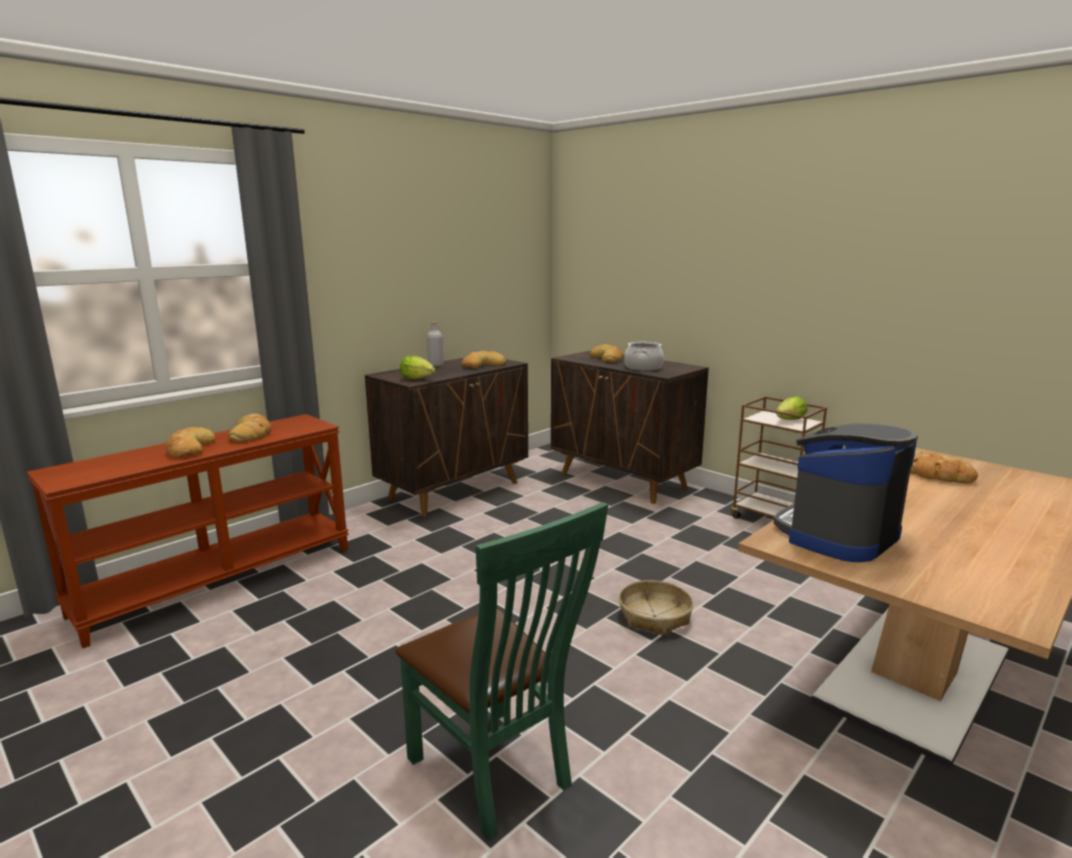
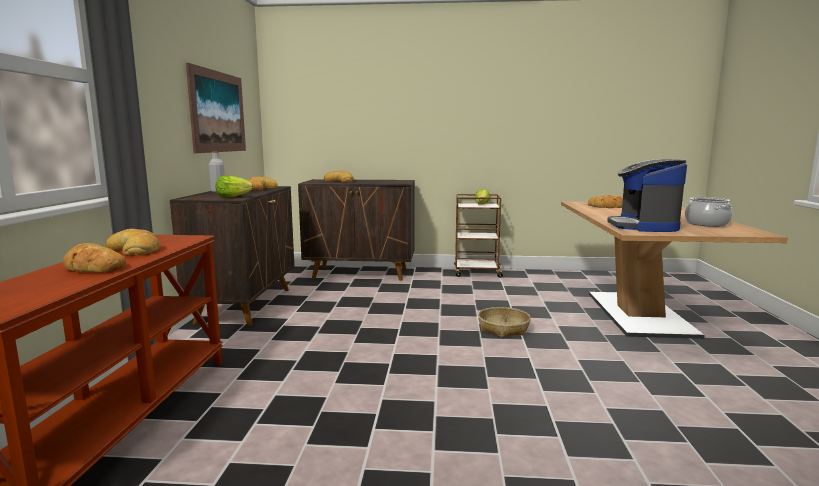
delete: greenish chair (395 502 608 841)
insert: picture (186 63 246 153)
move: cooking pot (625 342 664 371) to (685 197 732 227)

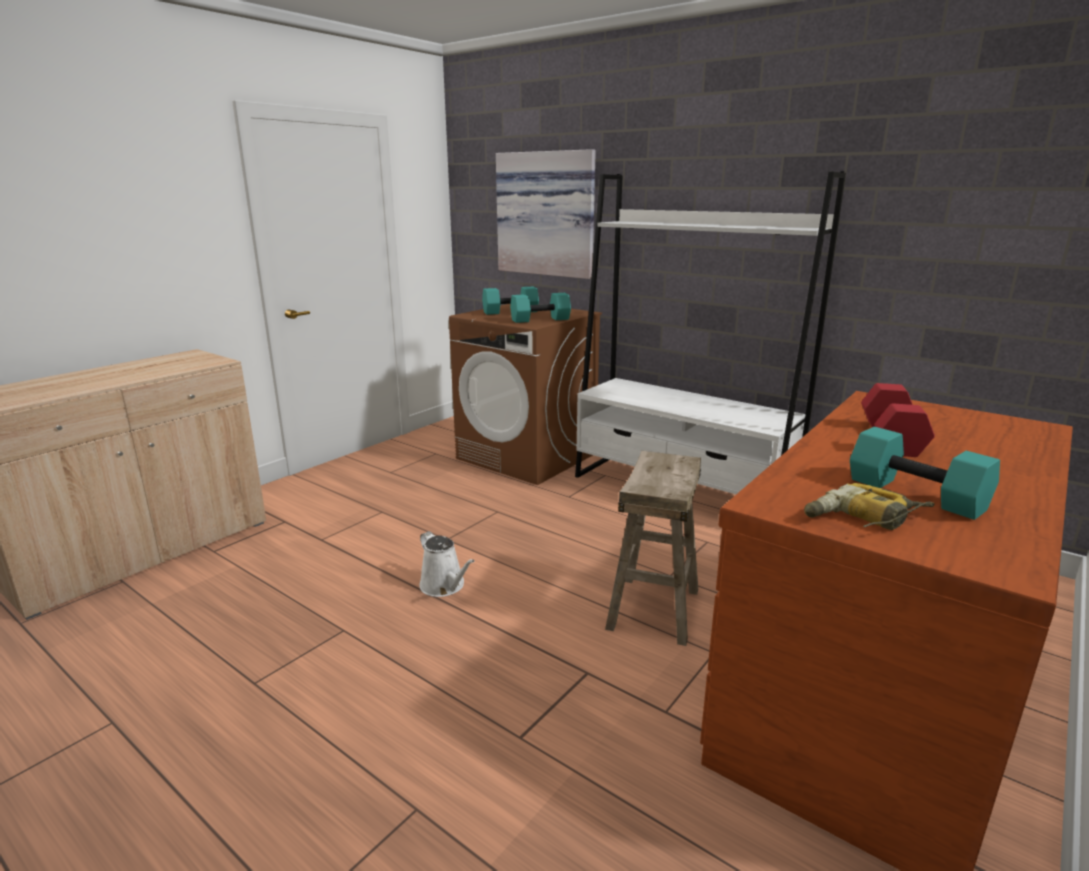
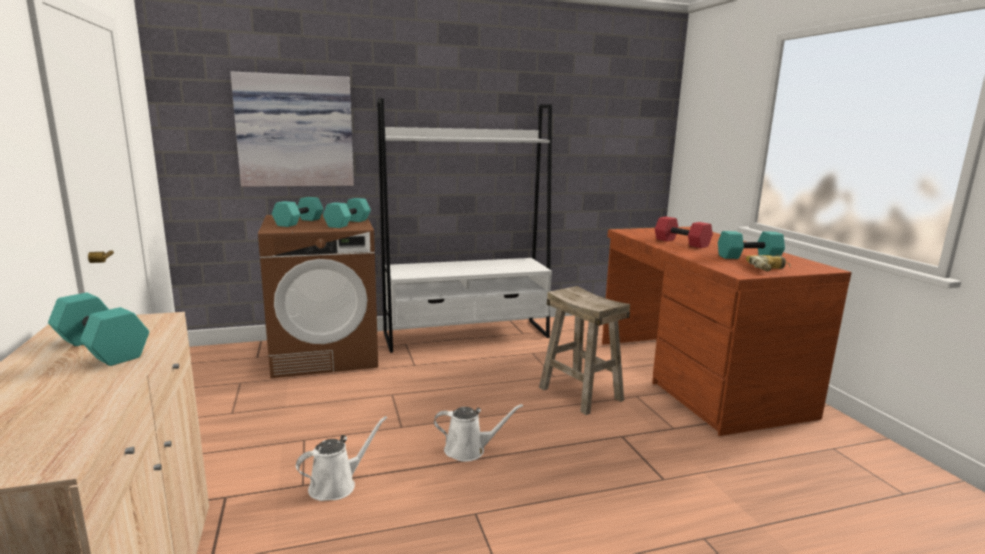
insert: blue-green hand weight (48 292 149 366); white-coloured sprinkling can (296 416 387 501)

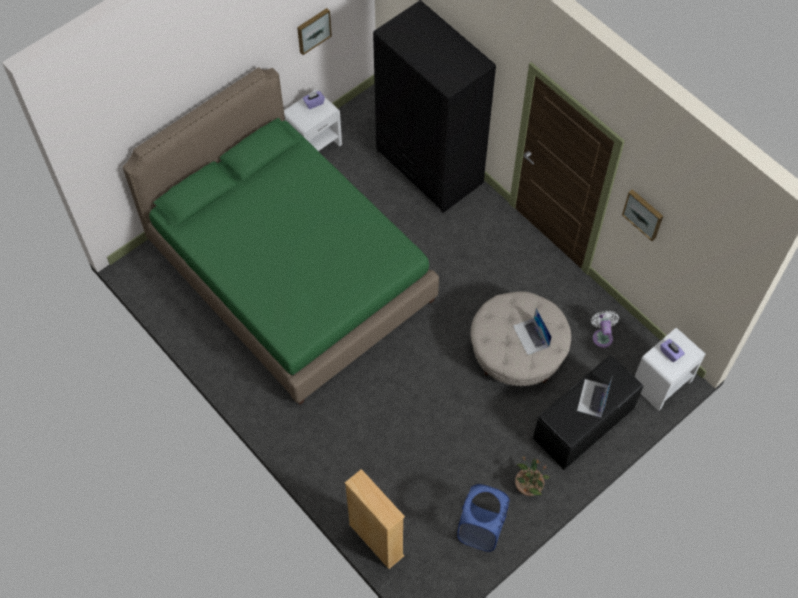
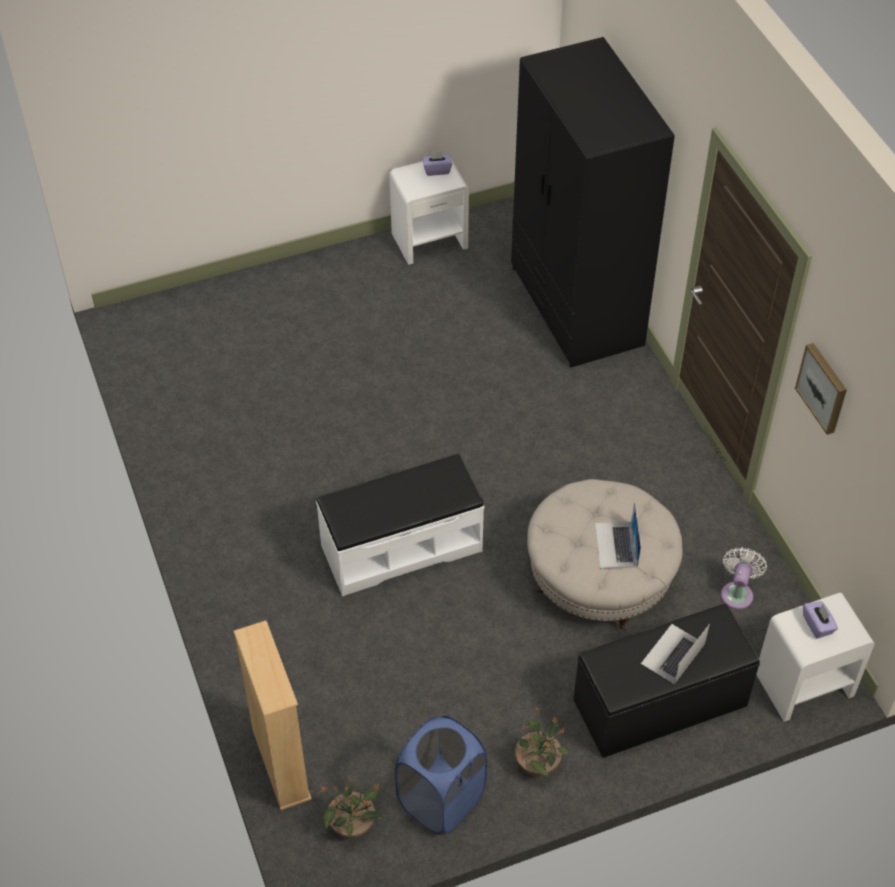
delete: greenish sleeping bed (122 67 439 405); picture (297 8 332 55)
insert: white-coloured bench (316 454 484 596); potted plant (319 777 386 839)

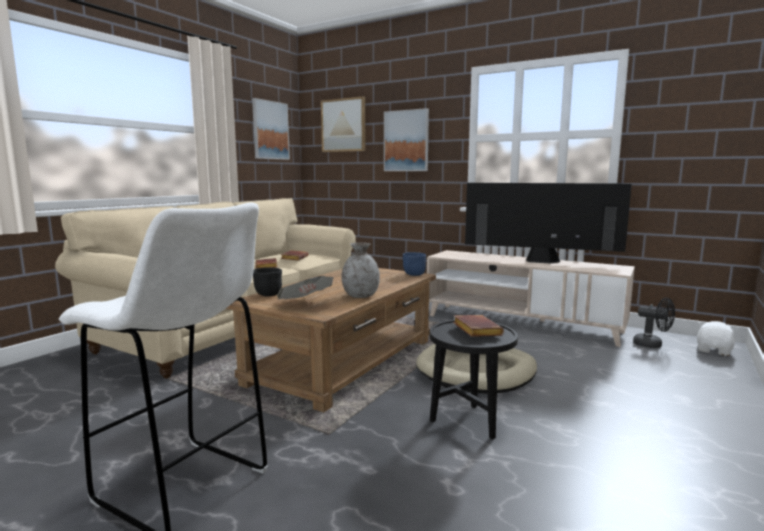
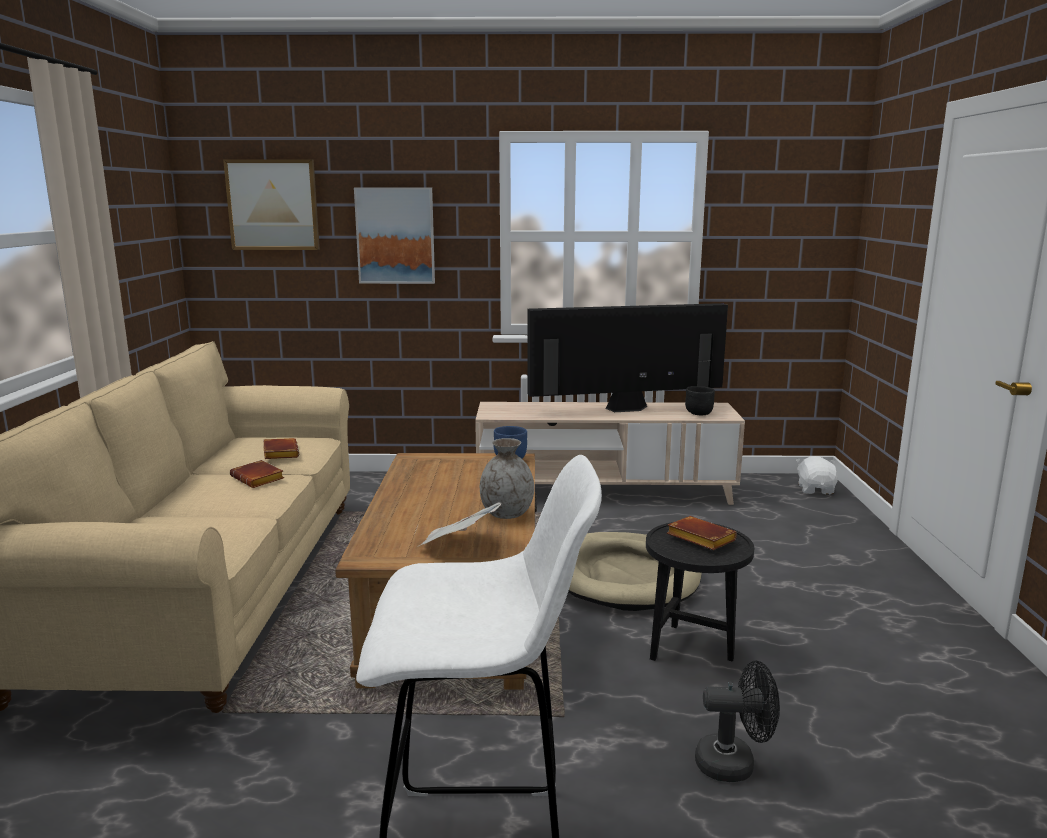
delete: picture (252 98 290 160)
move: black-coloured bowl (253 267 282 296) to (685 386 715 415); black-coloured electric fan (633 298 675 348) to (695 661 780 782)

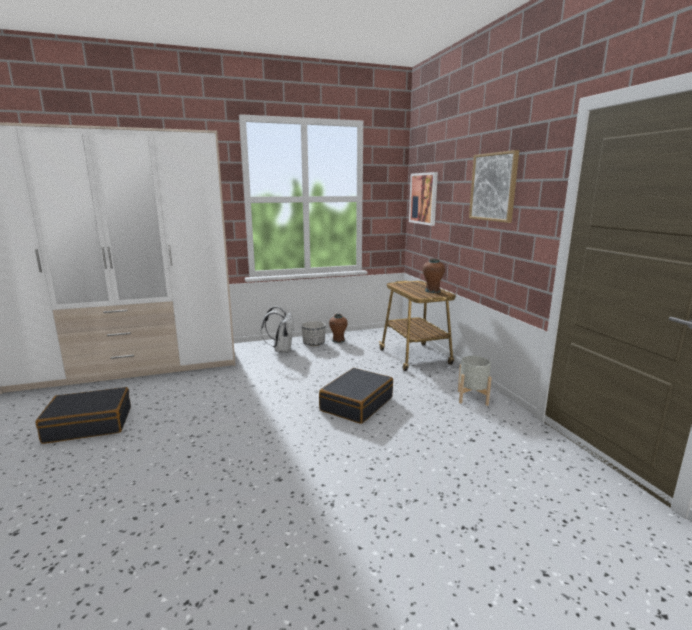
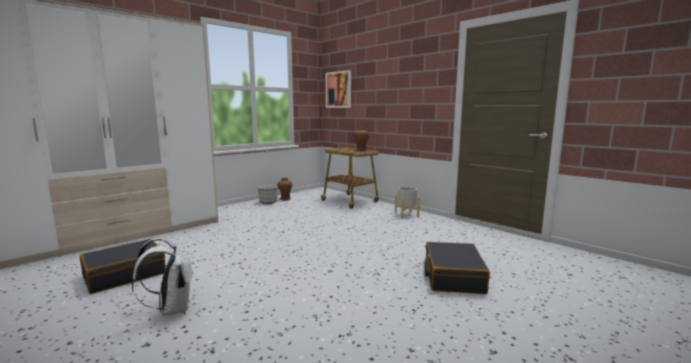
delete: picture (469 150 519 223)
move: white-coloured rucksack (261 306 295 353) to (132 238 193 316); black-coloured suitcase (319 368 393 424) to (424 242 490 294)

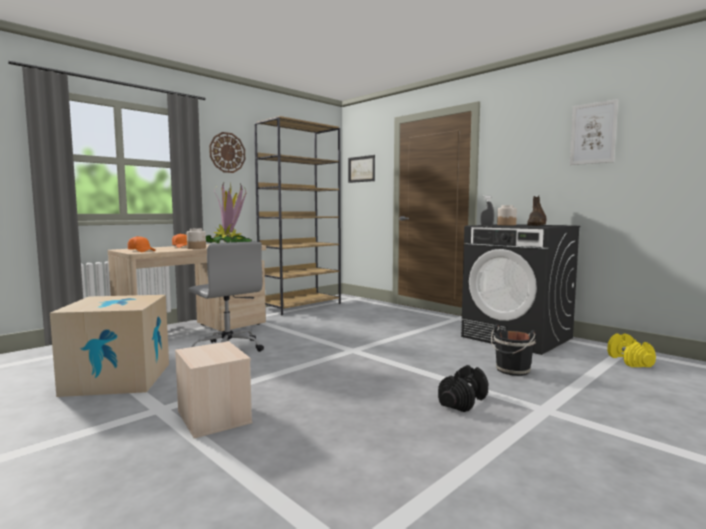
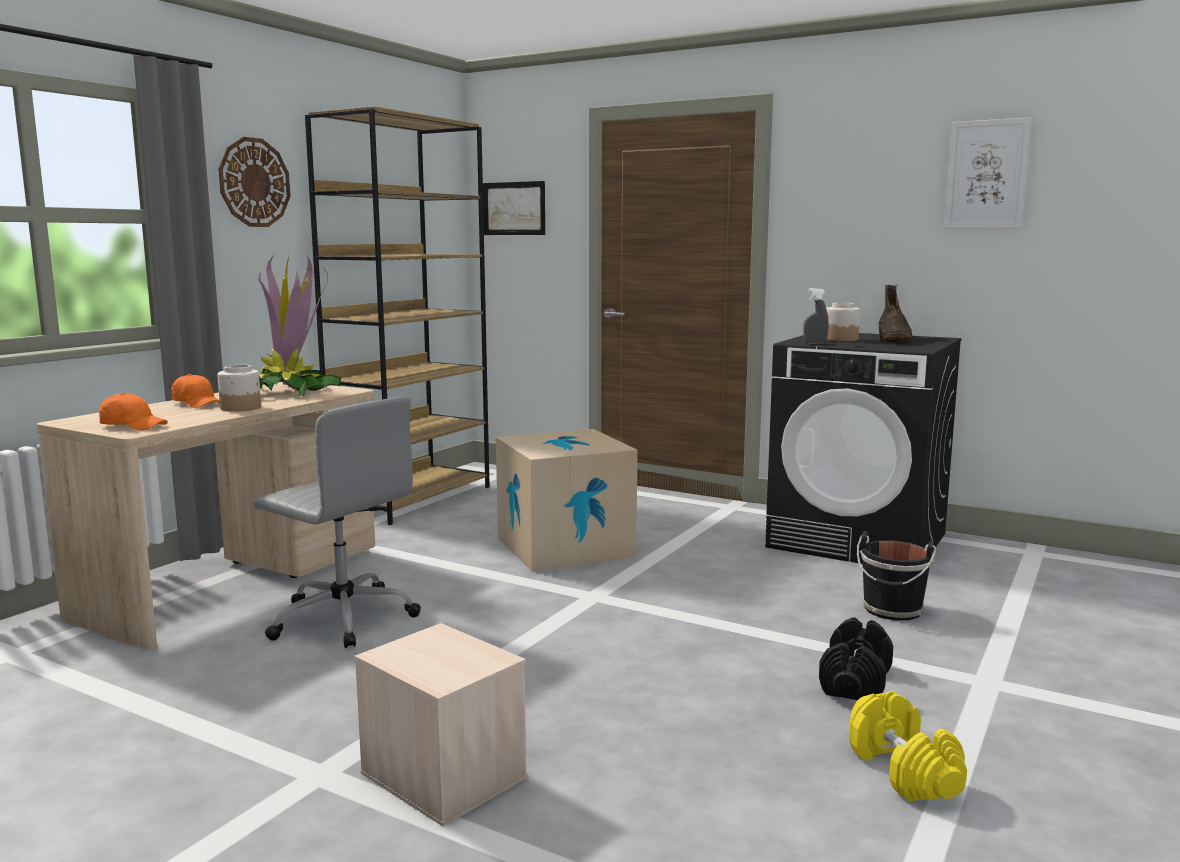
move: carton (50 295 169 397) to (496 429 637 572); yellow hand weight (607 333 656 367) to (849 691 967 802)

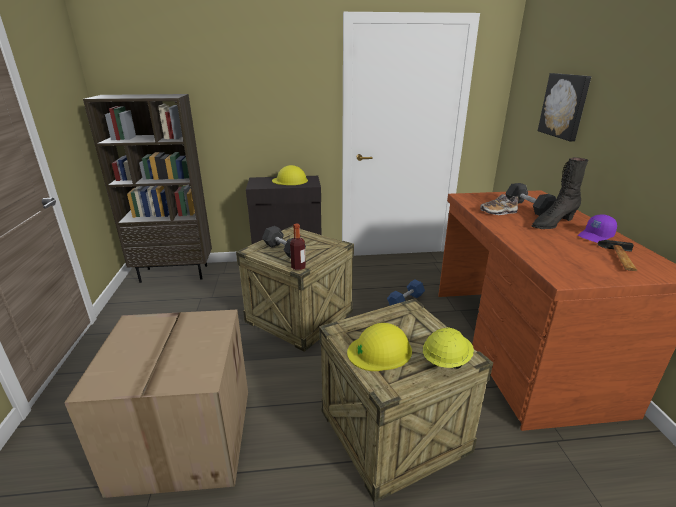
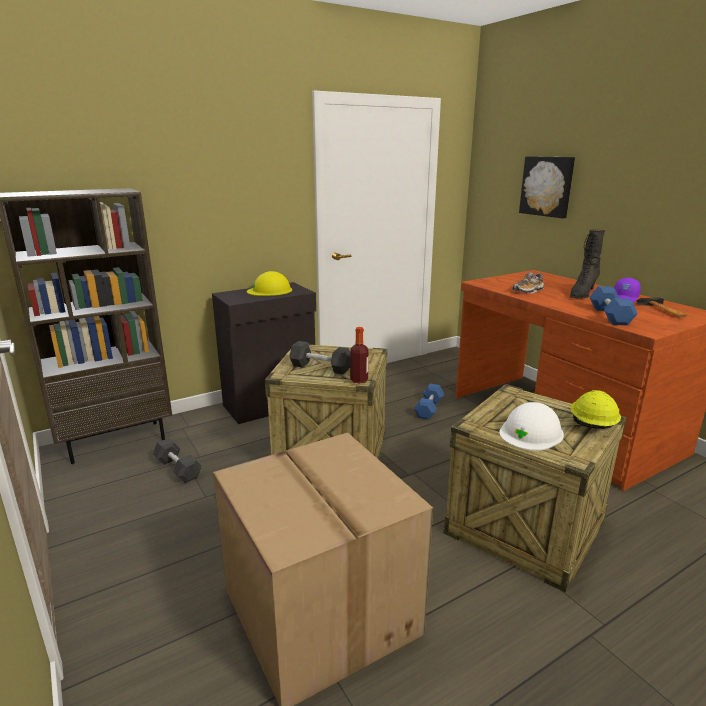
insert: bluish hand weight (590 286 638 325)
move: black-coloured hand weight (505 183 556 216) to (153 438 202 483)
recolor: yellow work helmet (347 323 412 371) to white-coloured work helmet (499 402 564 451)

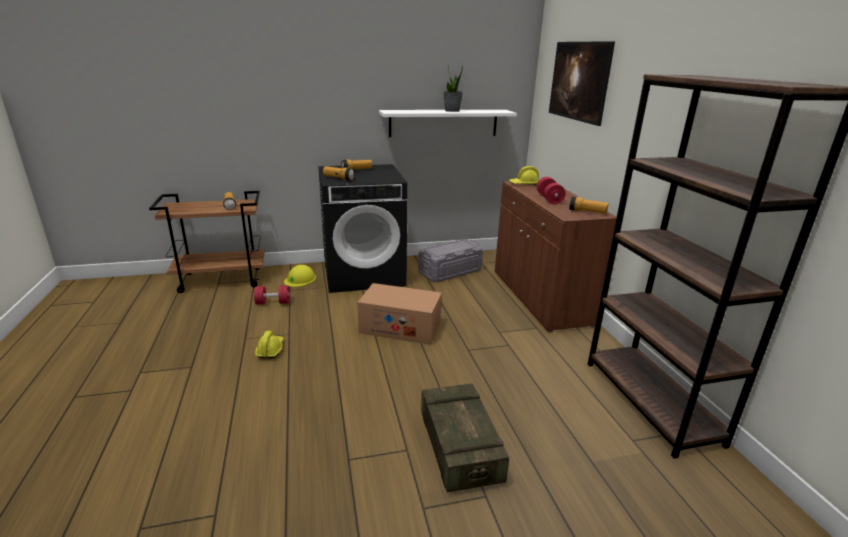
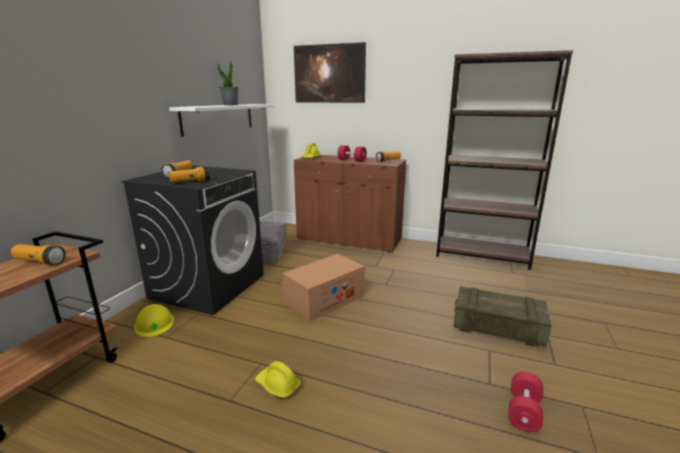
move: reddish hand weight (254 285 290 305) to (508 372 543 432)

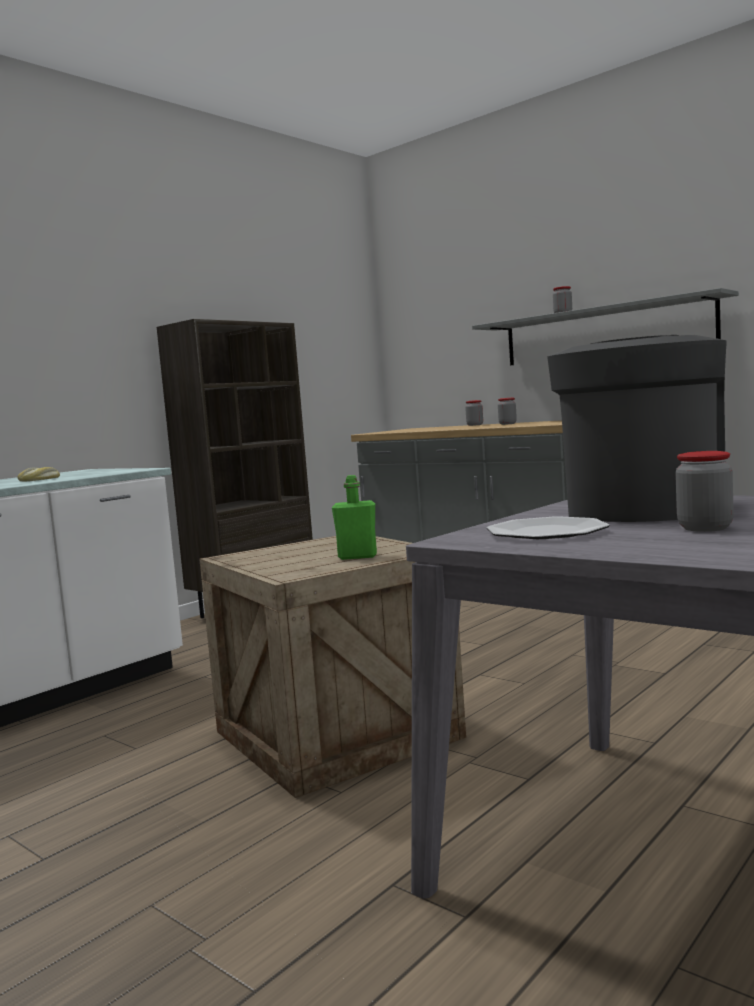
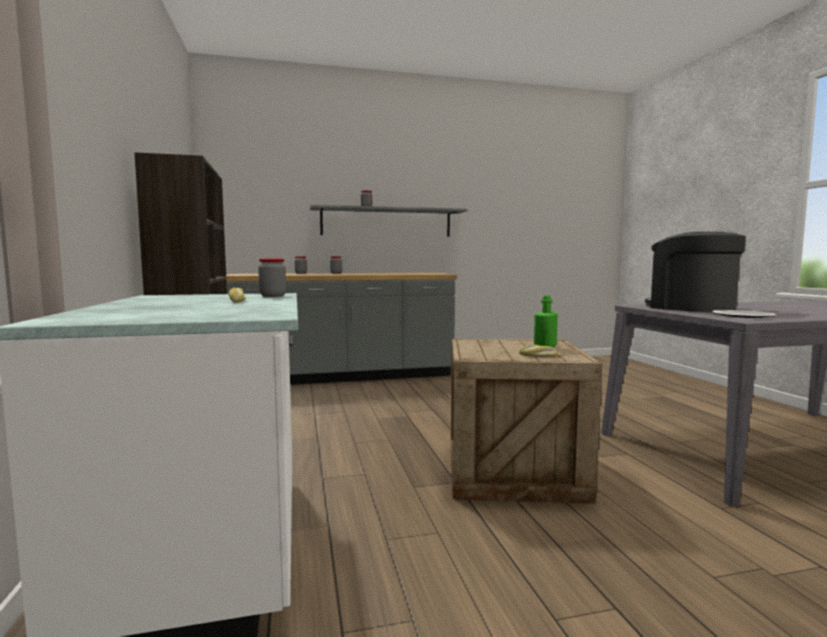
insert: bakery bread (519 344 558 357)
move: preserve jar (675 451 734 532) to (258 258 286 297)

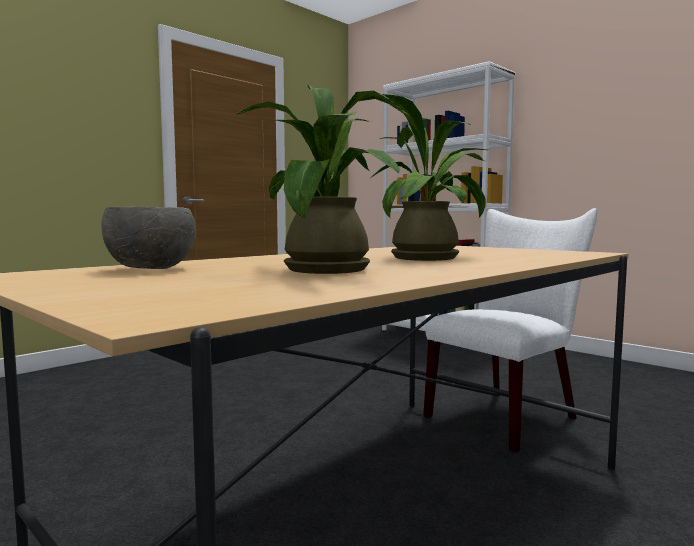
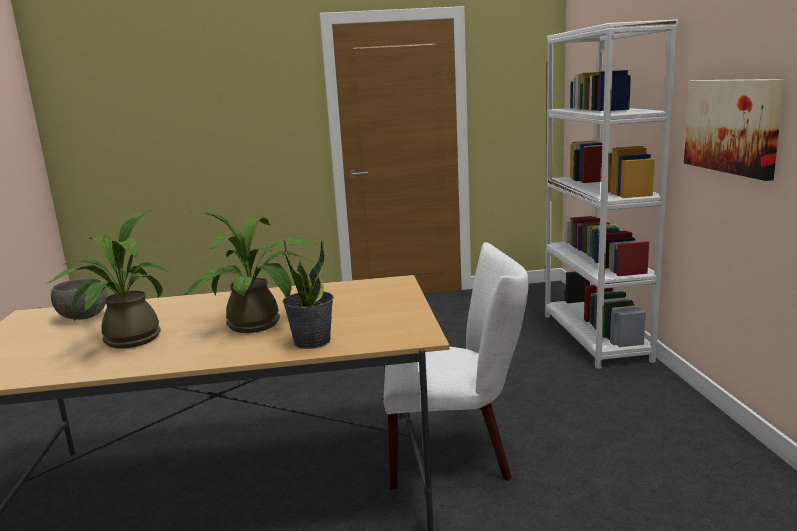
insert: potted plant (283 239 334 349); picture (684 79 785 181)

